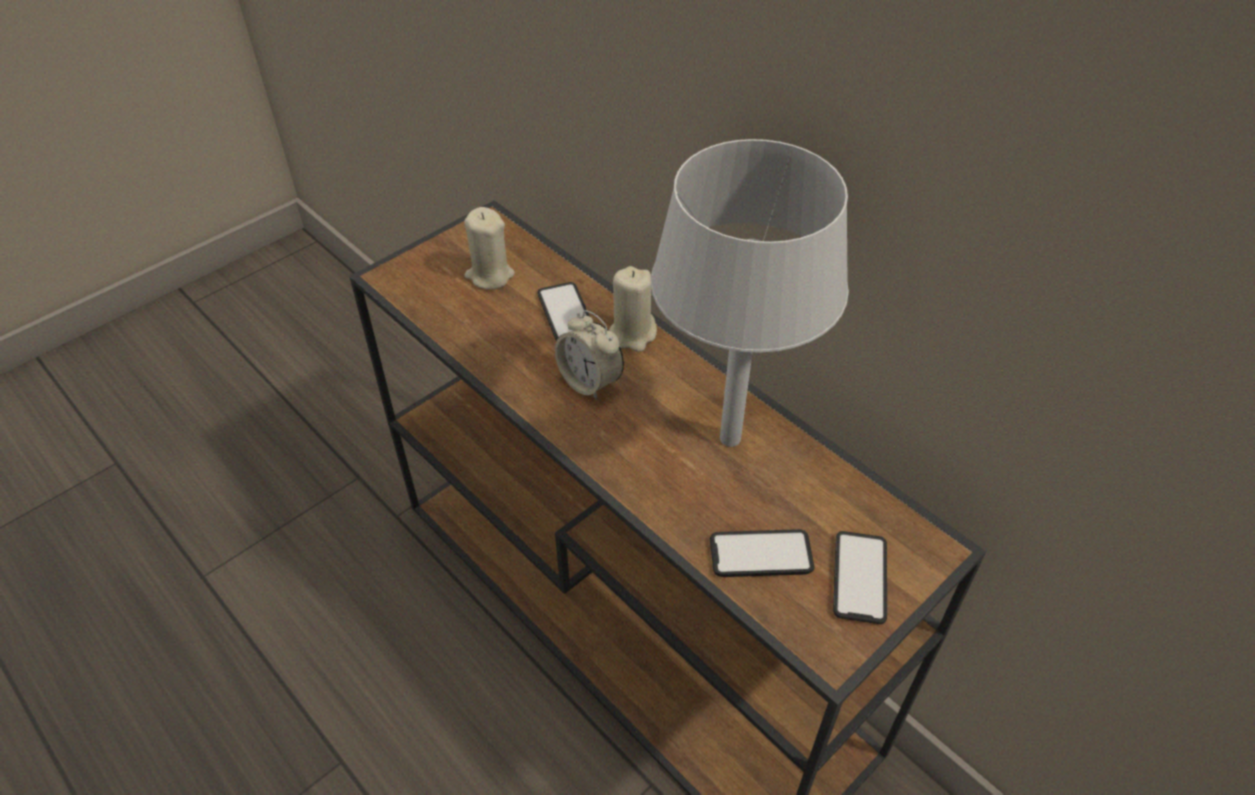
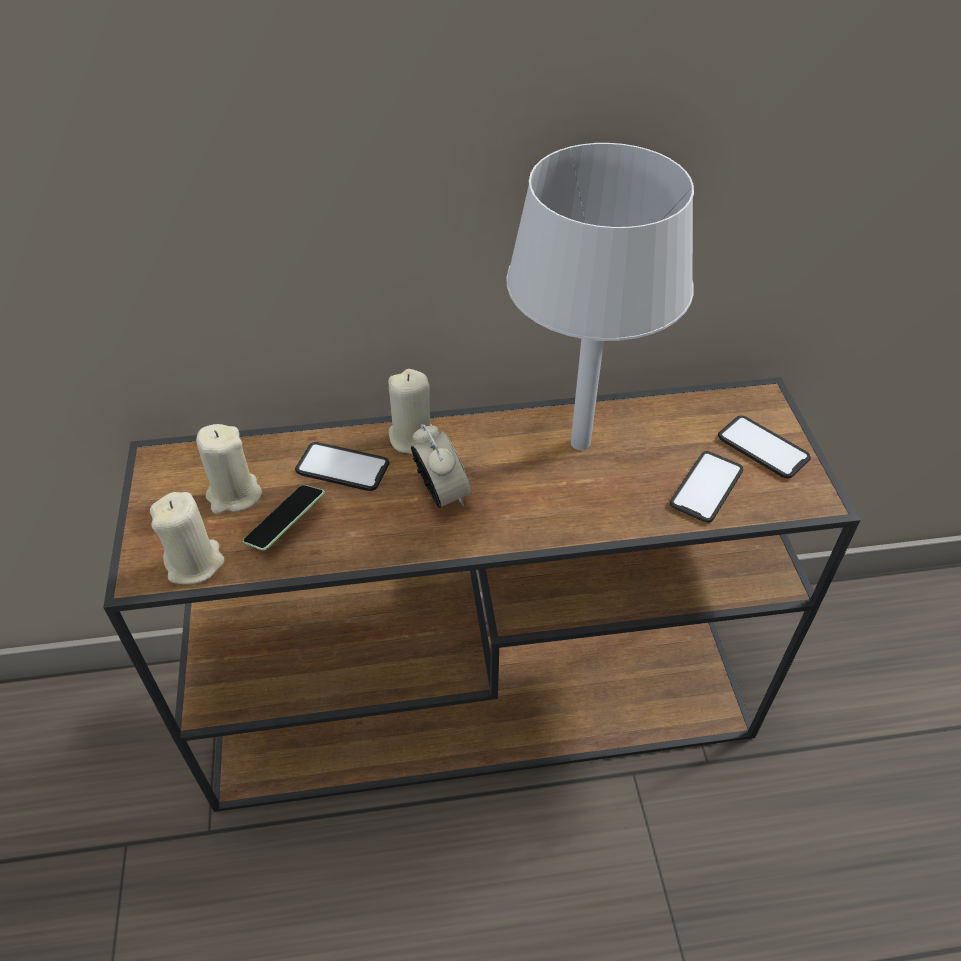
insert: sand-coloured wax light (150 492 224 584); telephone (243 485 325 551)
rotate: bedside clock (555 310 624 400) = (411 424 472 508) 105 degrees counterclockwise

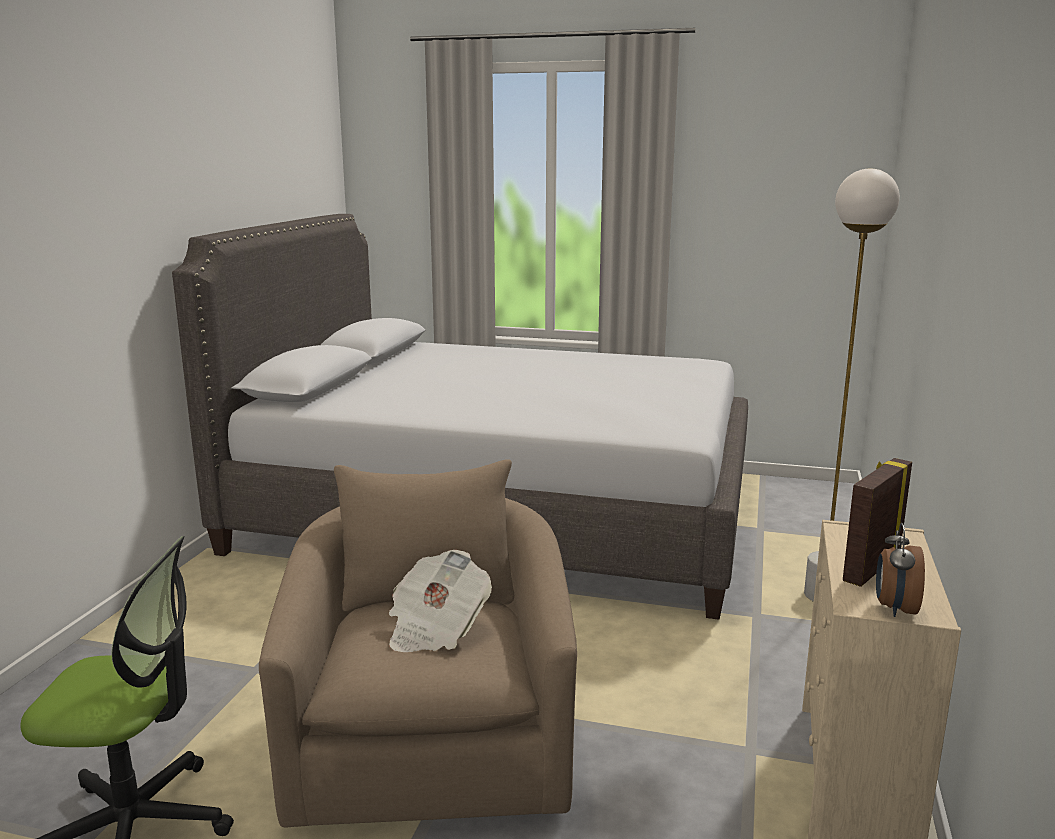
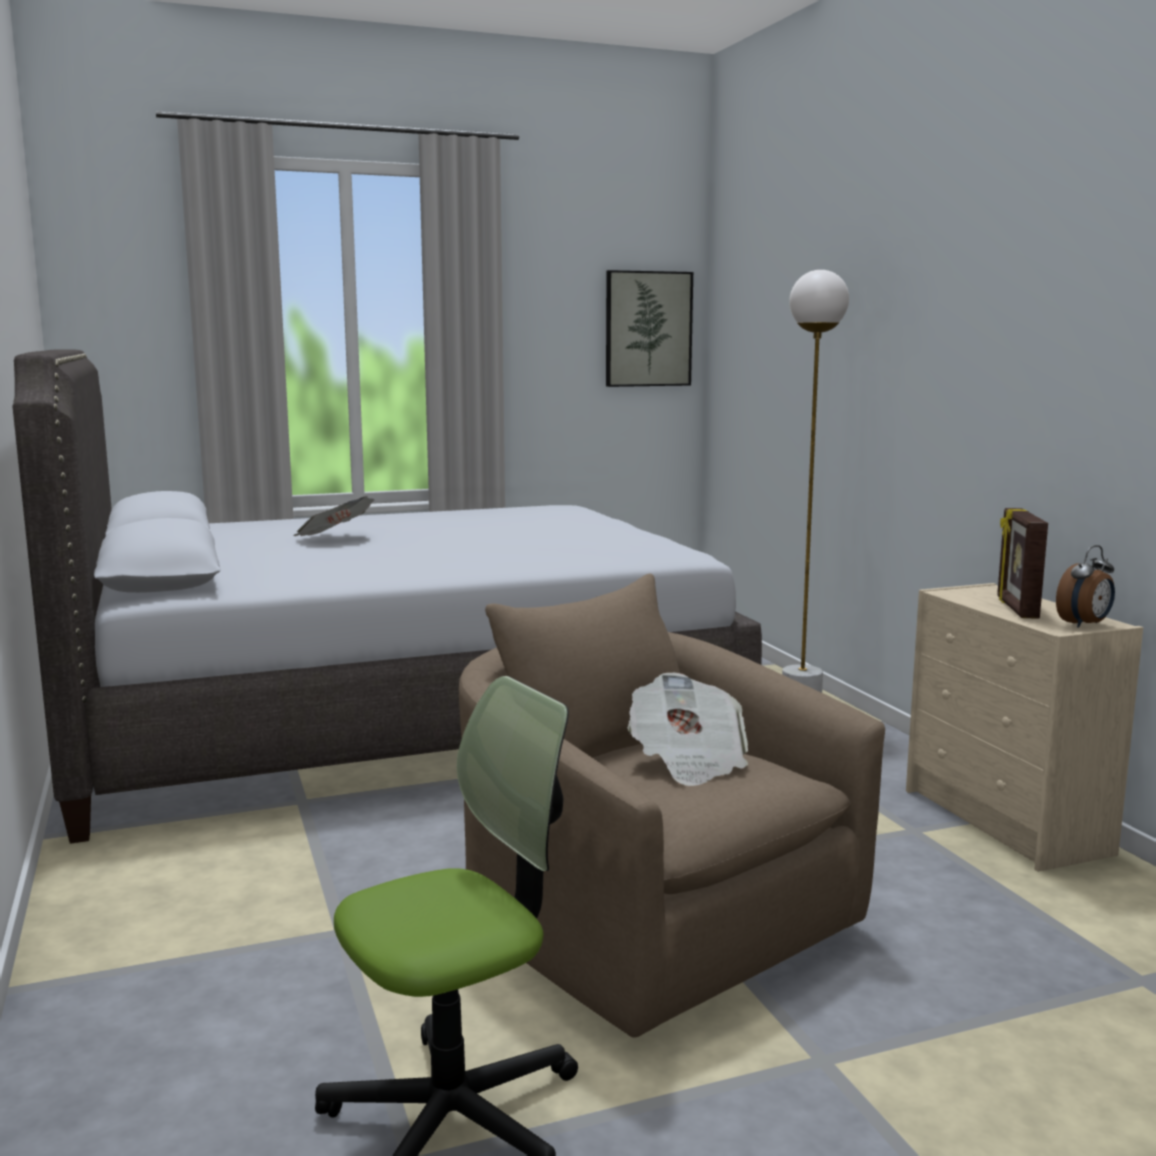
insert: newspaper (293 496 374 536); picture (606 270 693 387)
rotate: bedside clock (876 523 925 617) = (1056 545 1115 628) 105 degrees counterclockwise

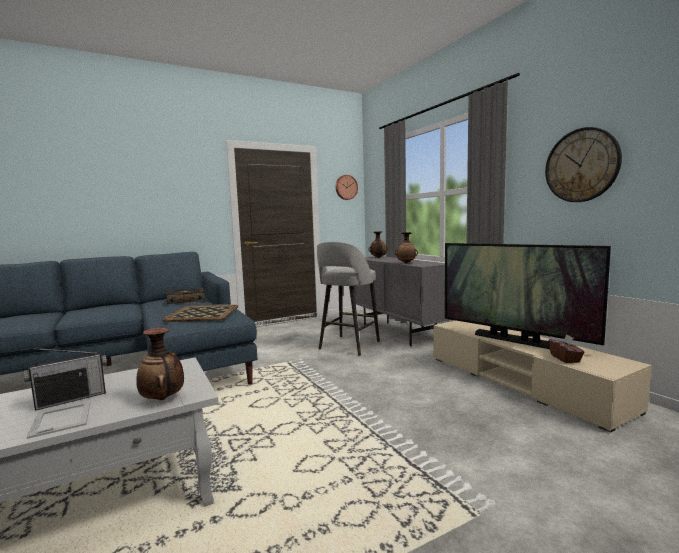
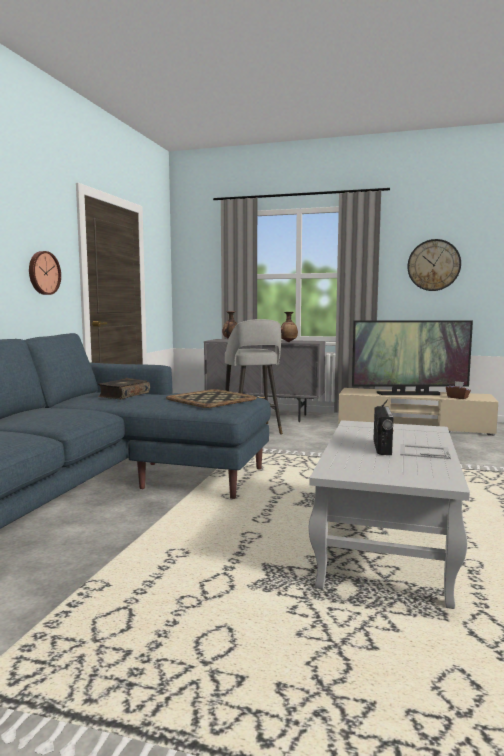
delete: vase (136 328 184 400)
move: clock on the wall (336 175 358 200) to (29 251 61 295)

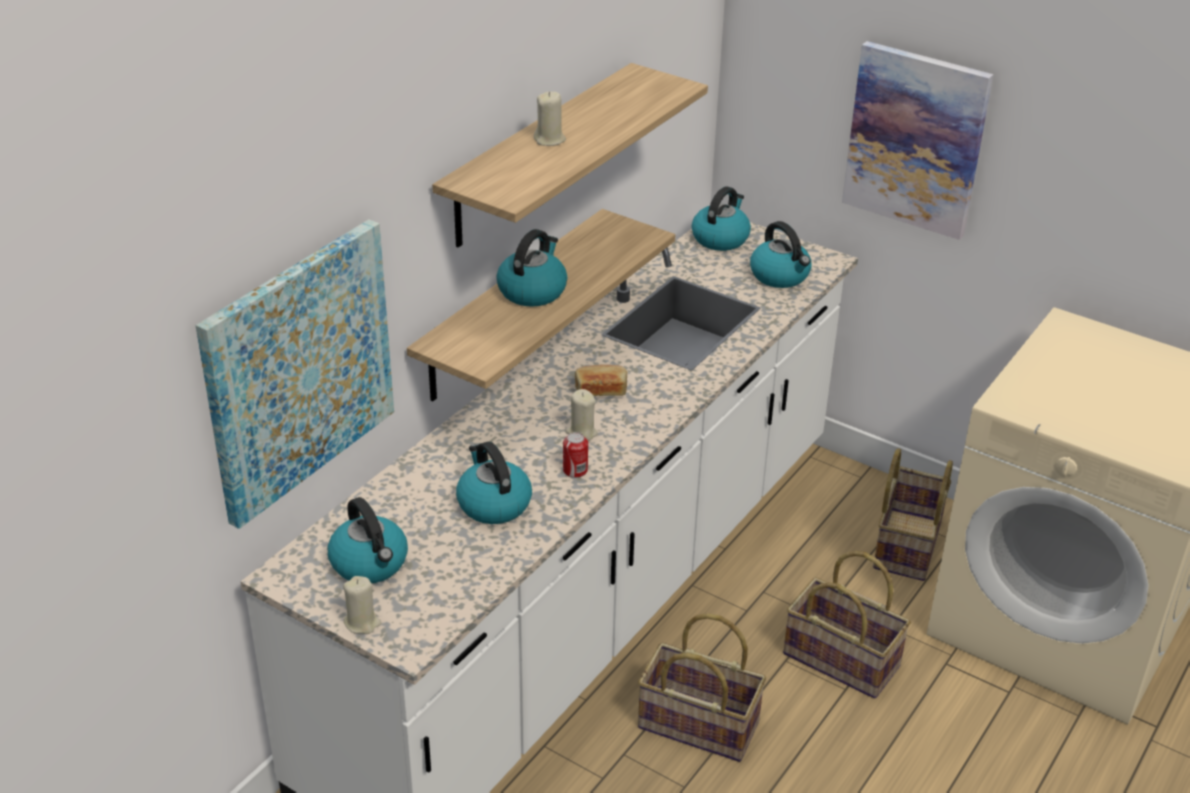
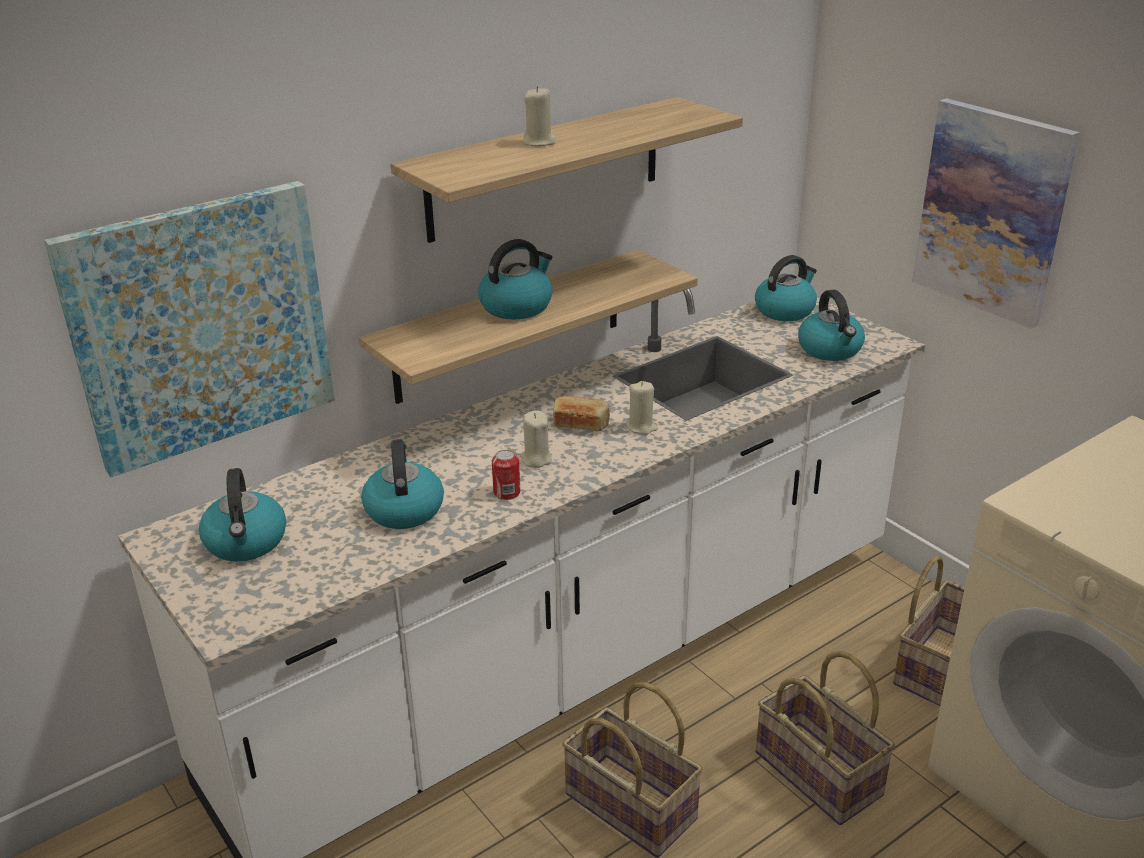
move: sand-coloured wax light (343 576 382 634) to (626 381 658 435)

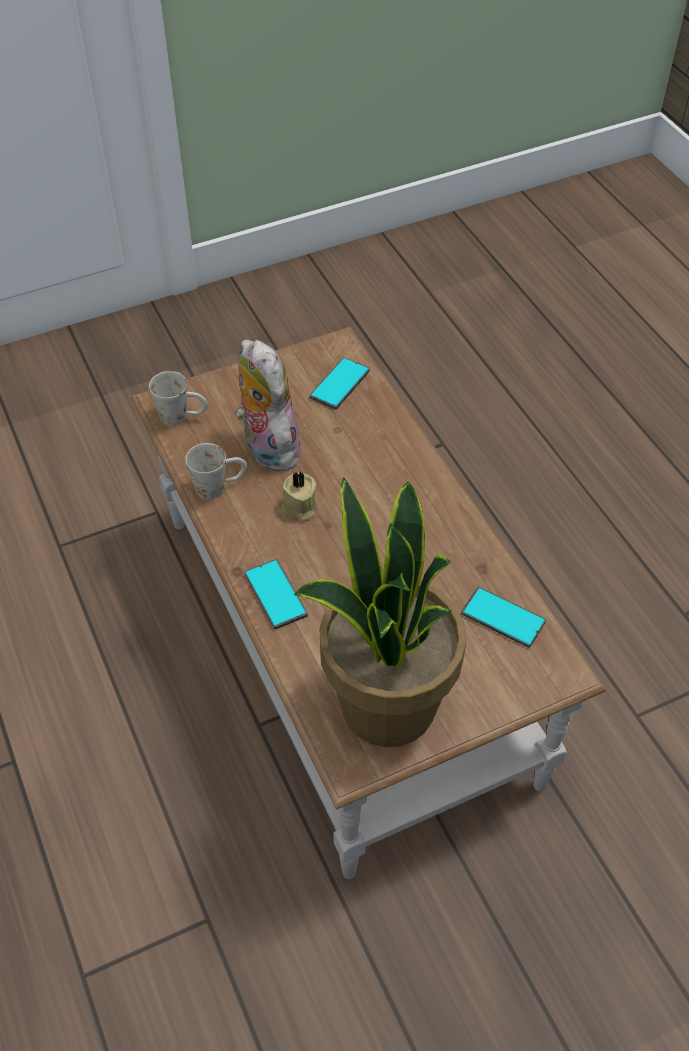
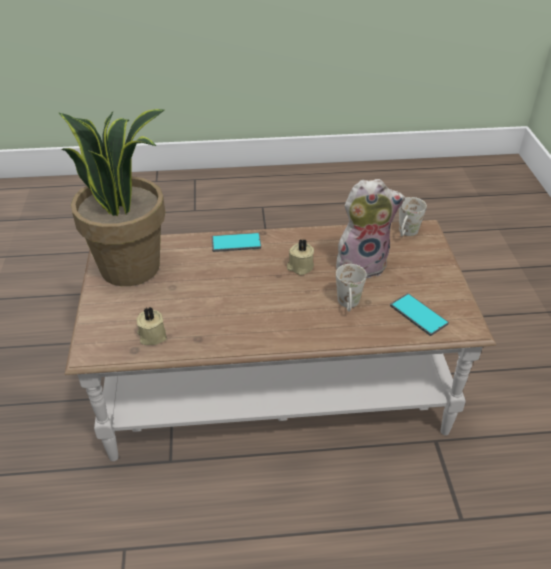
move: white-coloured mug (185 443 247 500) to (336 264 367 312)
replace: telephone (461 587 546 648) to sand-coloured wax light (137 307 167 345)

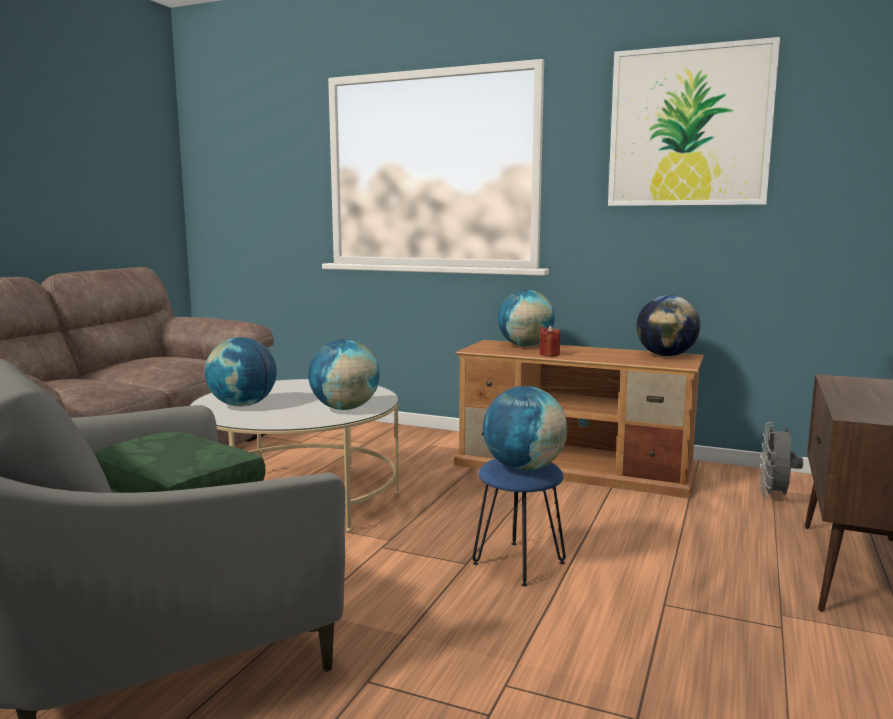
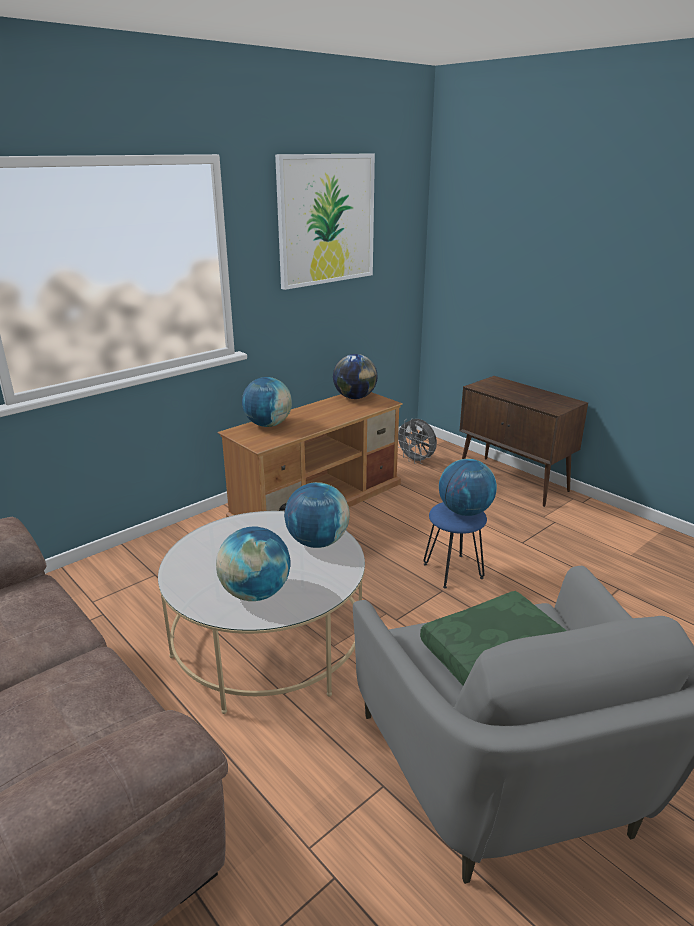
delete: reddish wax light (540 325 560 357)

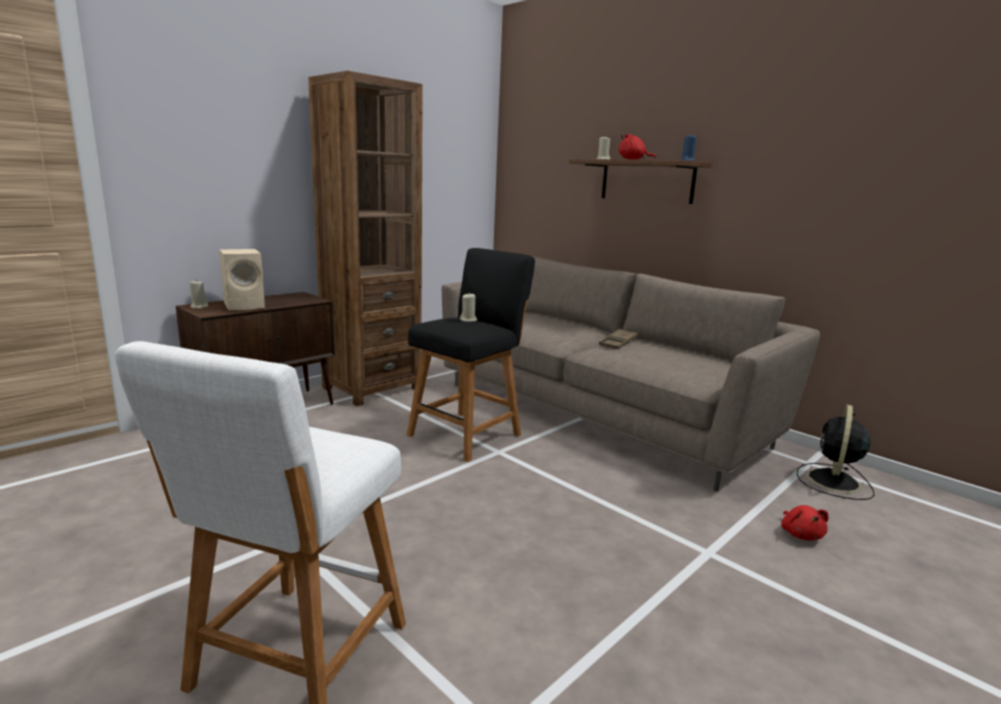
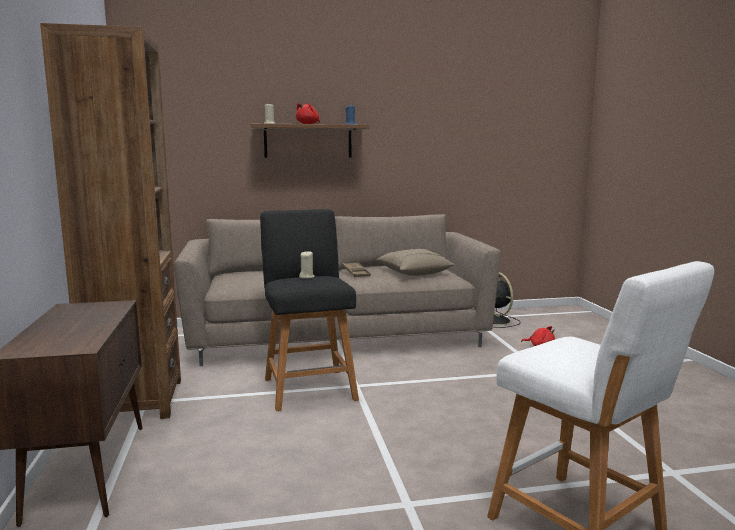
delete: sand-coloured wax light (189 279 208 309); sand-coloured loudspeaker (219 249 265 311)
insert: sand-coloured throw pillow (376 249 455 276)

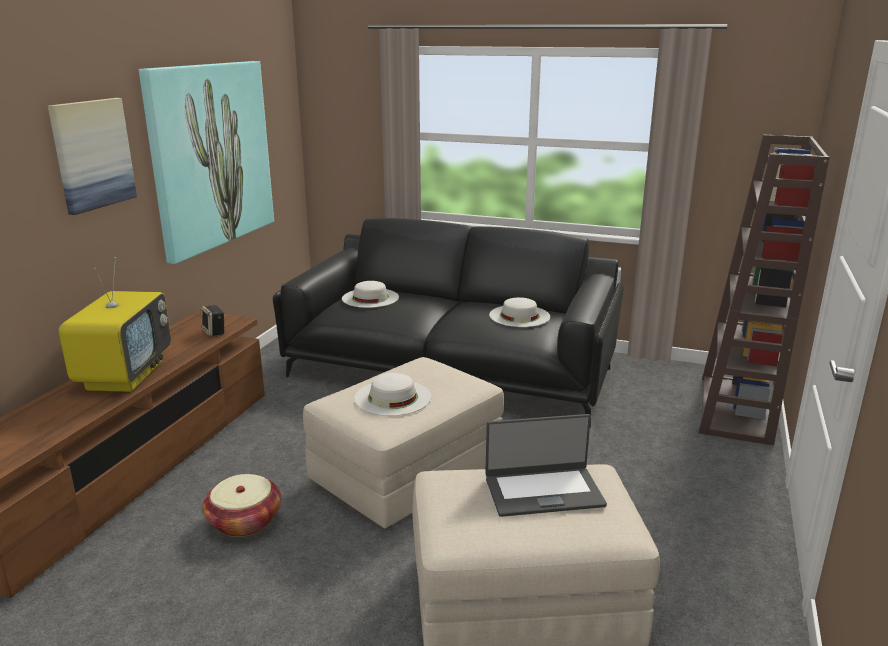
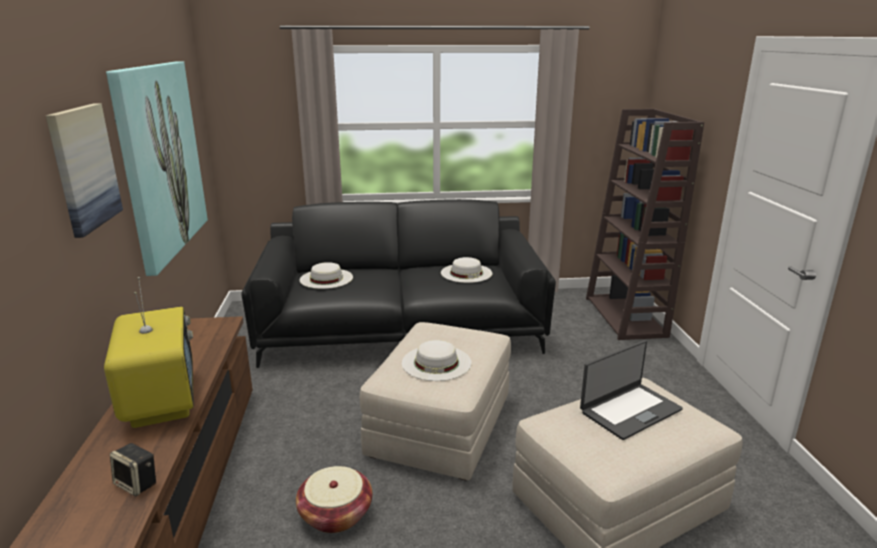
move: loudspeaker (201 305 225 337) to (110 443 156 496)

